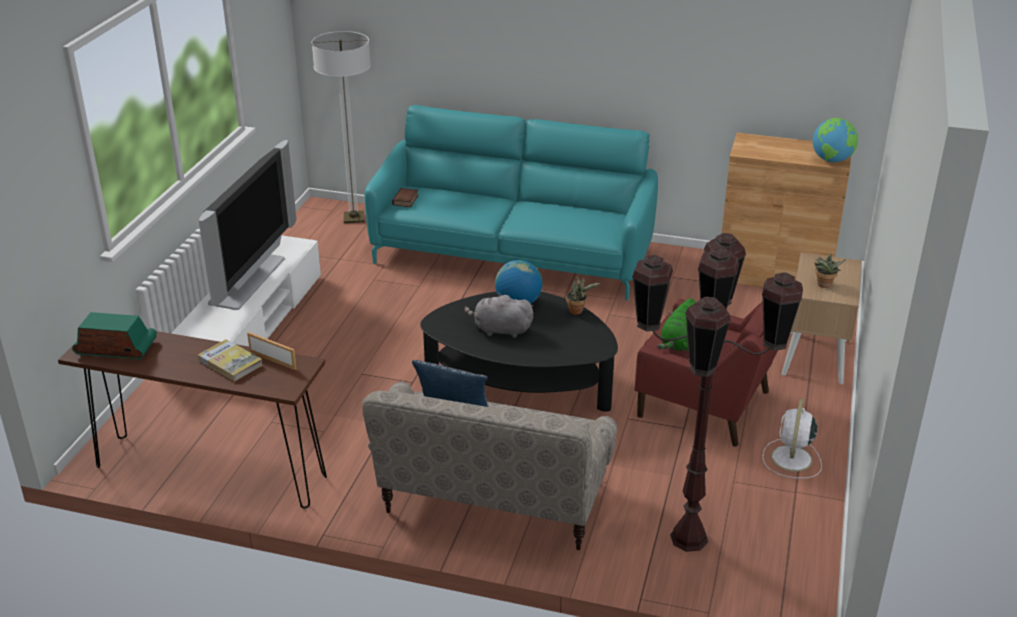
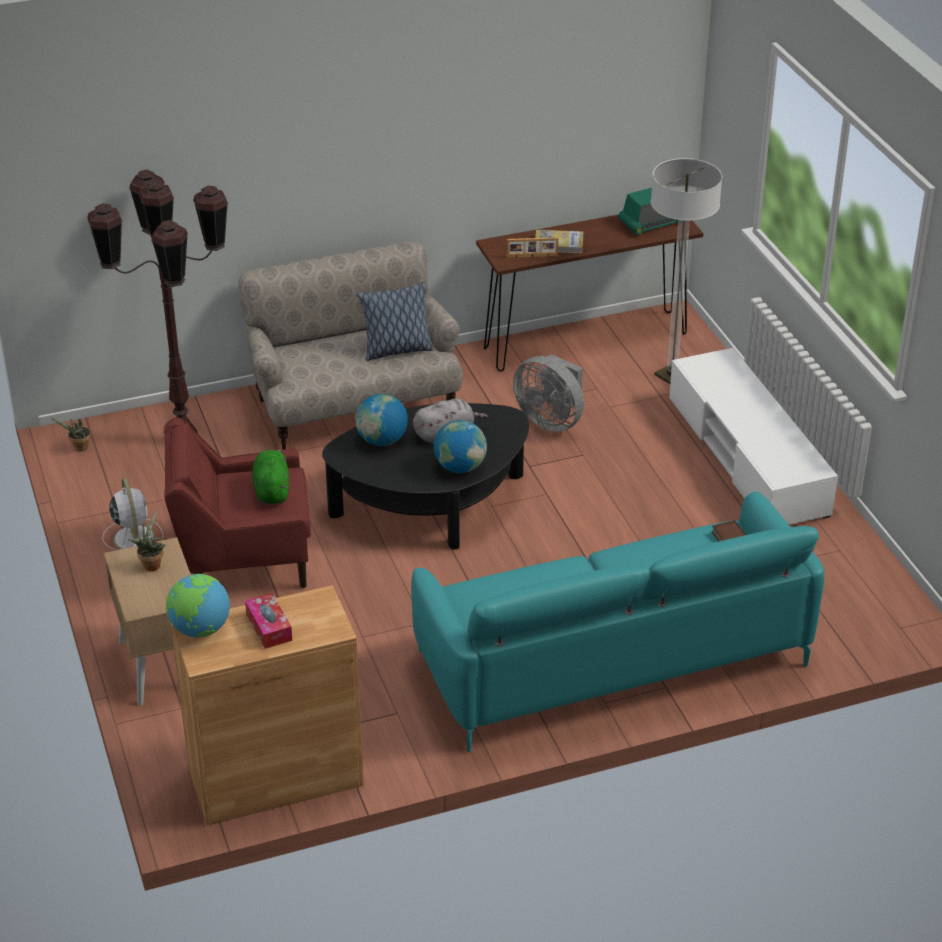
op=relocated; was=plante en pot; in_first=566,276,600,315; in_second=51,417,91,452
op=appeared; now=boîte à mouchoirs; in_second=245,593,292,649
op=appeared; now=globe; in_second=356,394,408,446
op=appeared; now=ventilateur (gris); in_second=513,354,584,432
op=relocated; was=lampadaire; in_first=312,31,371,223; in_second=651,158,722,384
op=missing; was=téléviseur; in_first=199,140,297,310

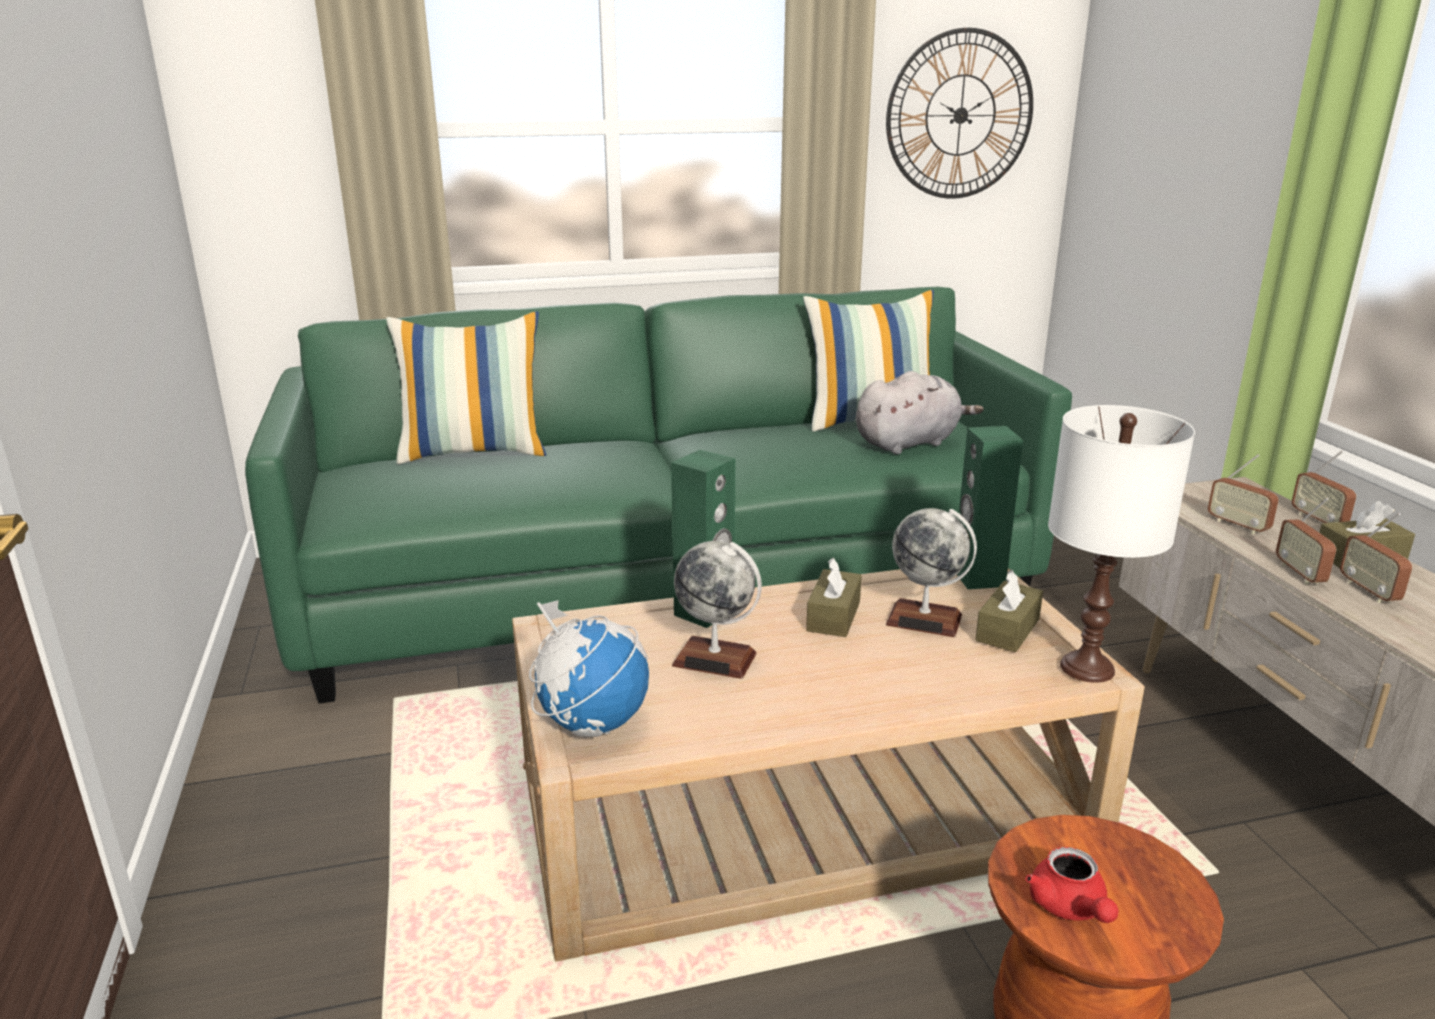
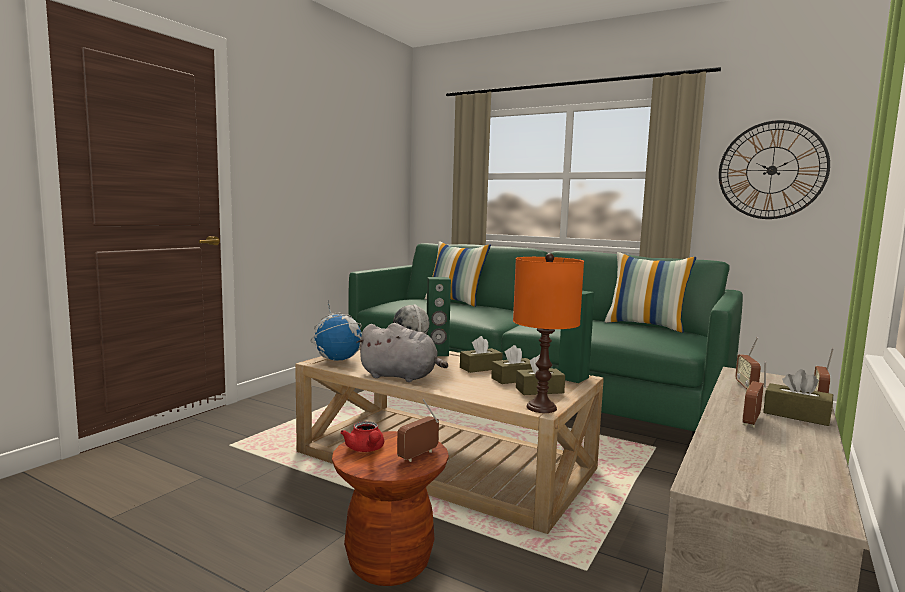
op=spun; was=théière (rouge); in_first=1025,847,1119,923; in_second=340,421,384,452; clockwise=-60
op=relocated; was=peluche (gris); in_first=856,371,983,454; in_second=356,323,448,382
op=relocated; was=radio; in_first=1276,498,1336,584; in_second=397,399,439,462
op=exchanged; was=globe; now=boîte à mouchoirs (marron); in_first=886,508,977,637; in_second=491,345,532,384
op=colour; was=lampe de table (blanc); now=lampe de table (orange); in_first=1048,405,1195,683; in_second=513,253,584,413

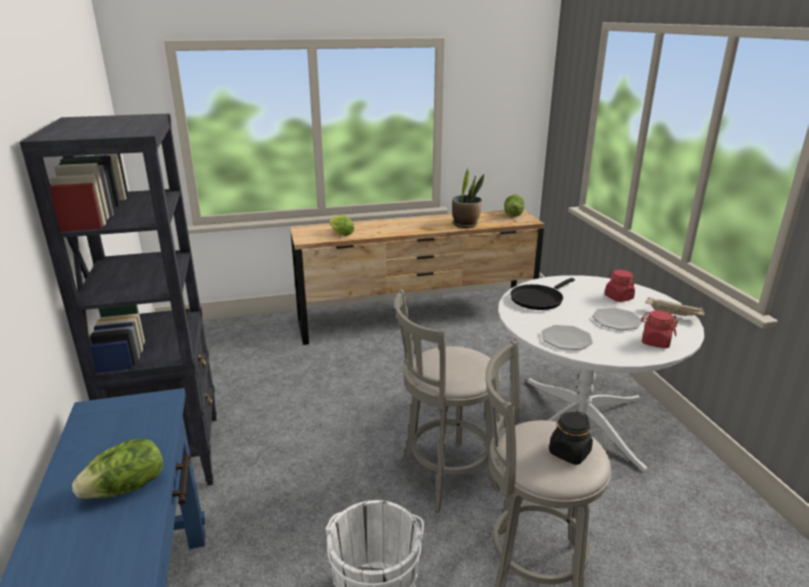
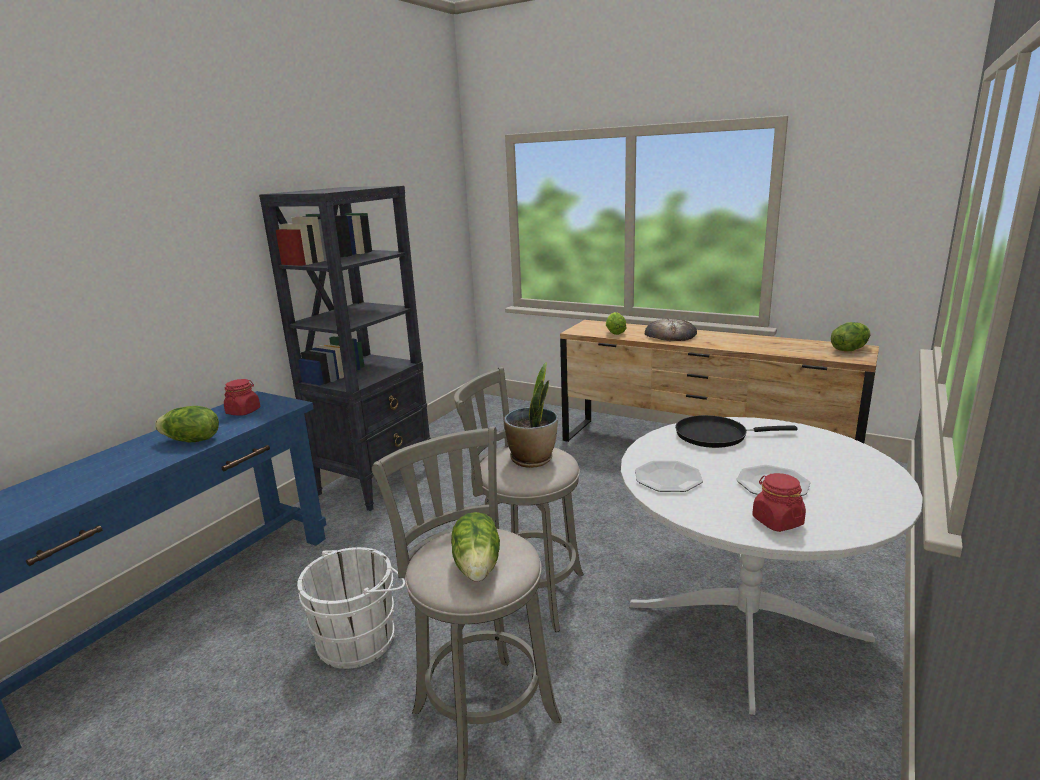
op=relocated; was=bocal (rouge); in_first=605,270,635,302; in_second=224,379,260,416
op=exchanged; was=bocal (noir); now=laitue; in_first=549,411,593,465; in_second=451,512,500,581
op=relocated; was=plante en pot; in_first=452,167,484,228; in_second=504,362,558,468
op=appeared; now=pain; in_second=645,318,697,341
op=missing; was=plateau (beige); in_first=646,297,704,316

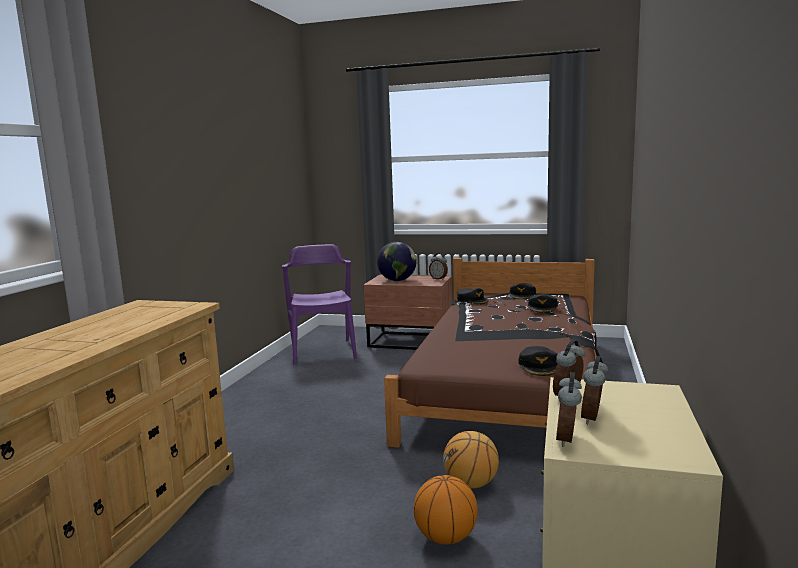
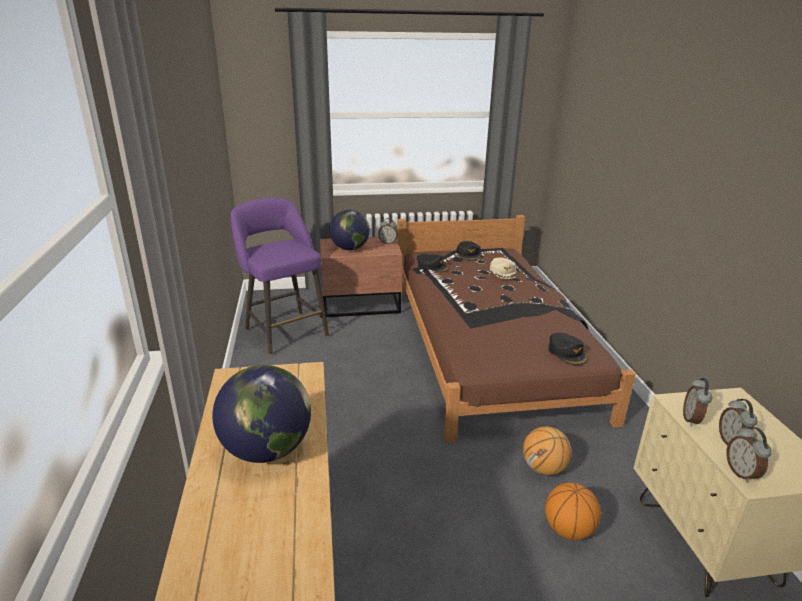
op=appeared; now=globe; in_second=212,365,311,463
op=exchanged; was=chaise (violet); now=tabouret (violet); in_first=282,244,357,366; in_second=231,198,329,355
op=colour; was=casquette (noir); now=casquette (beige); in_first=528,294,558,313; in_second=490,258,517,279

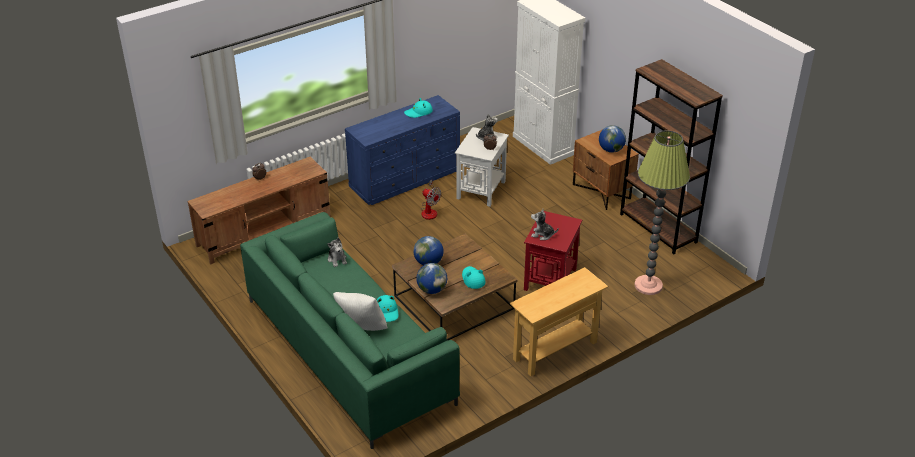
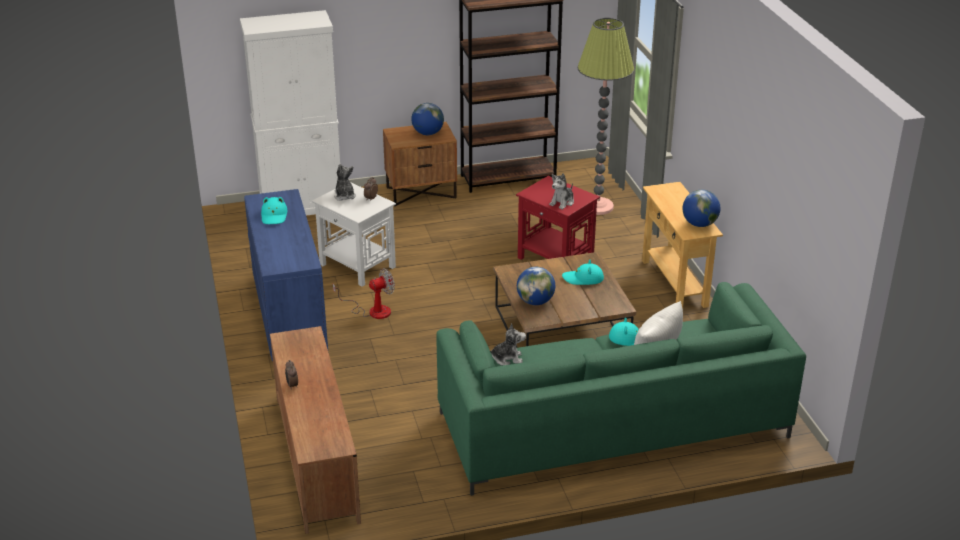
op=relocated; was=globe; in_first=416,263,447,294; in_second=682,190,720,227

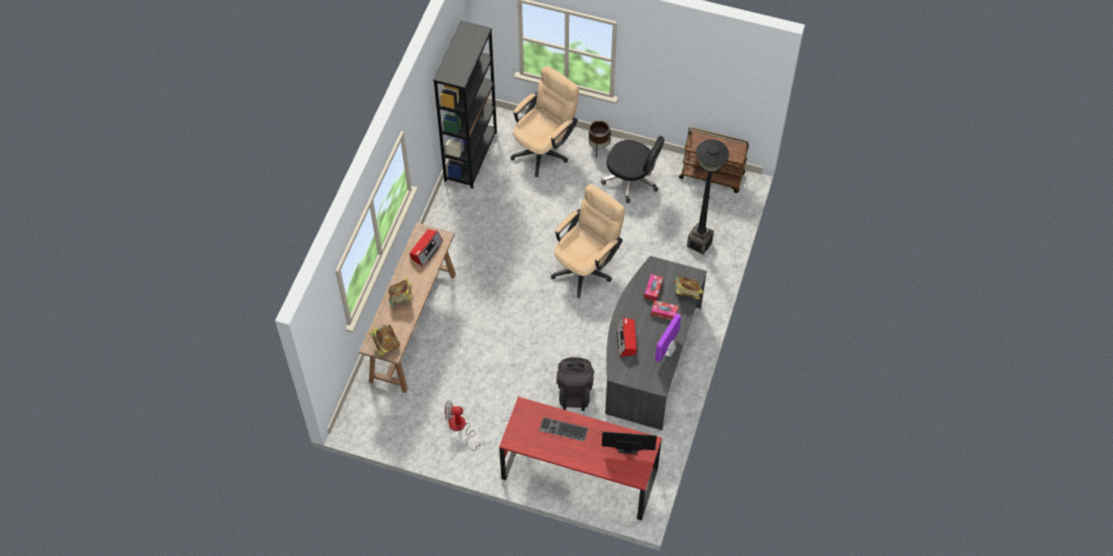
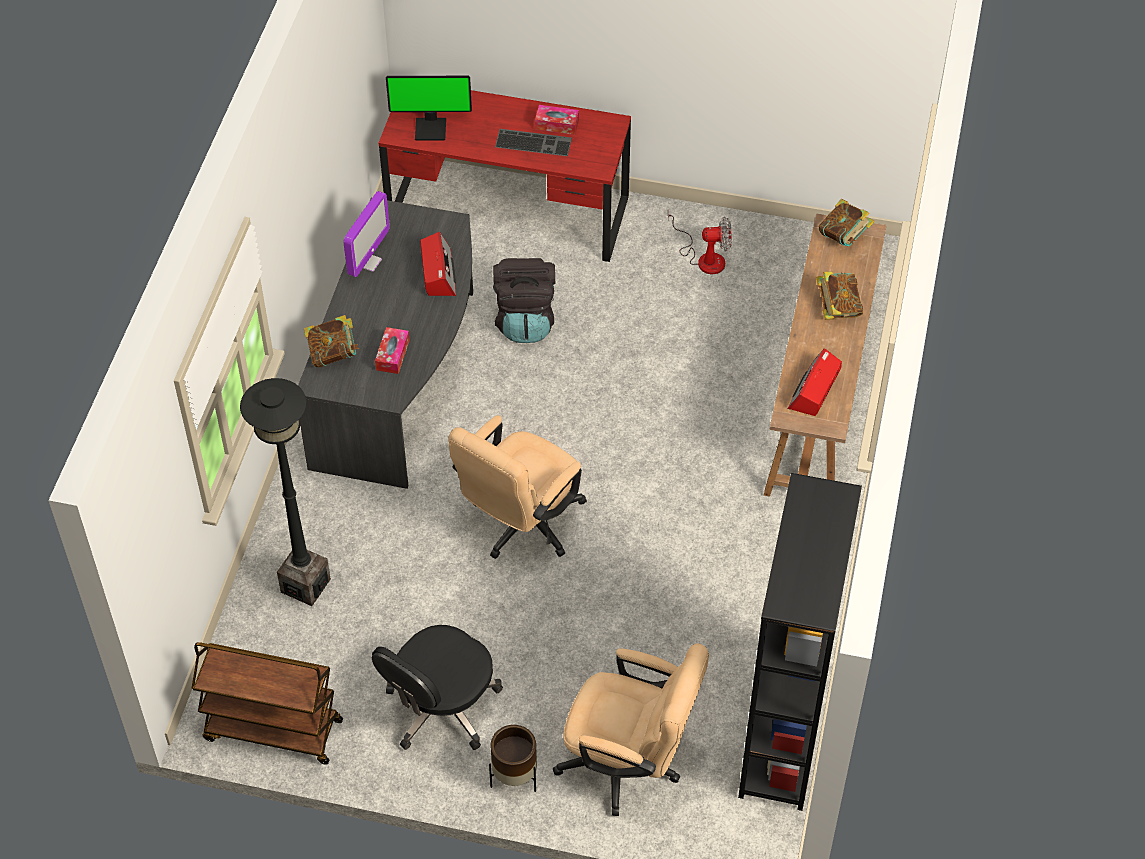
op=spun; was=chaise de bureau (noir); in_first=601,136,665,203; in_second=372,625,503,750; clockwise=-75
op=relocated; was=boîte à mouchoirs; in_first=651,300,679,320; in_second=535,105,579,135
op=spun; was=chaise de bureau (beige); in_first=510,66,579,177; in_second=553,643,709,816; clockwise=-105

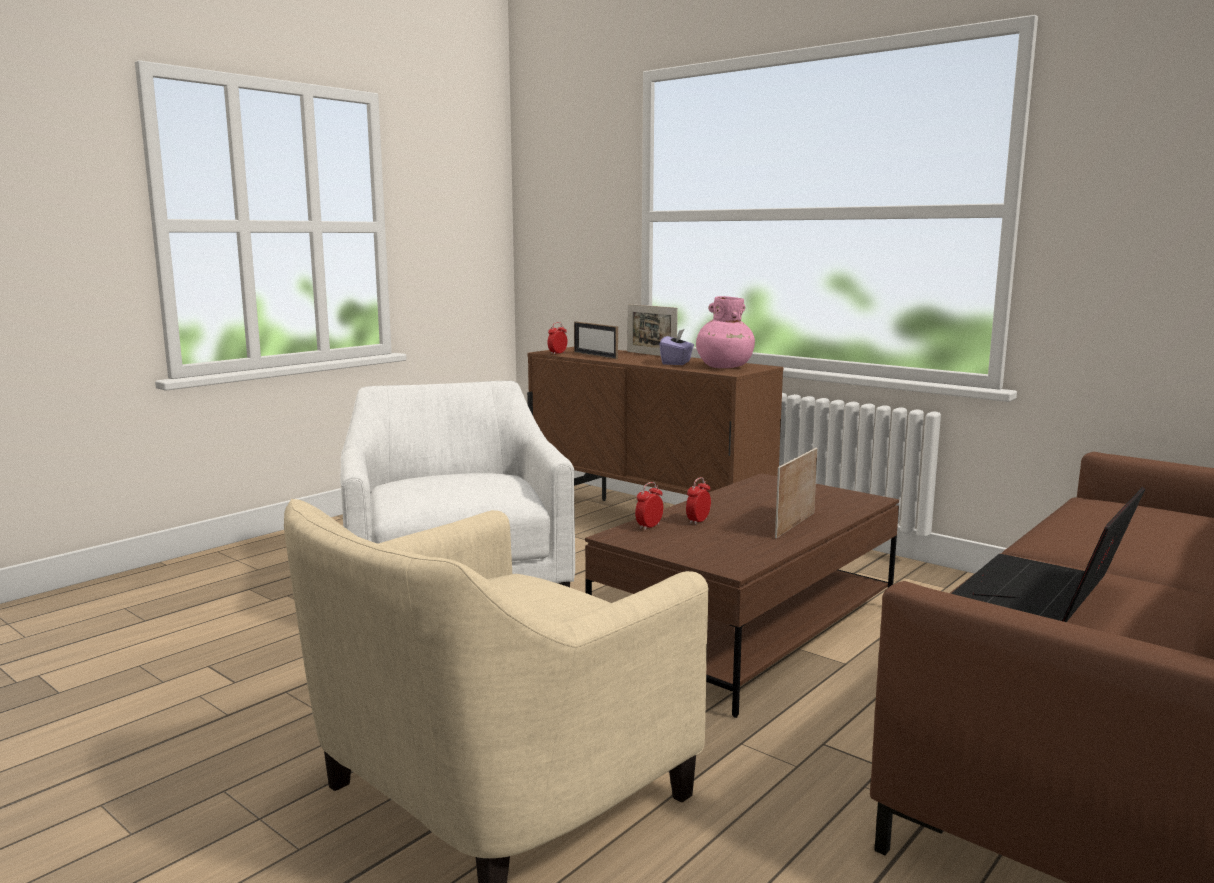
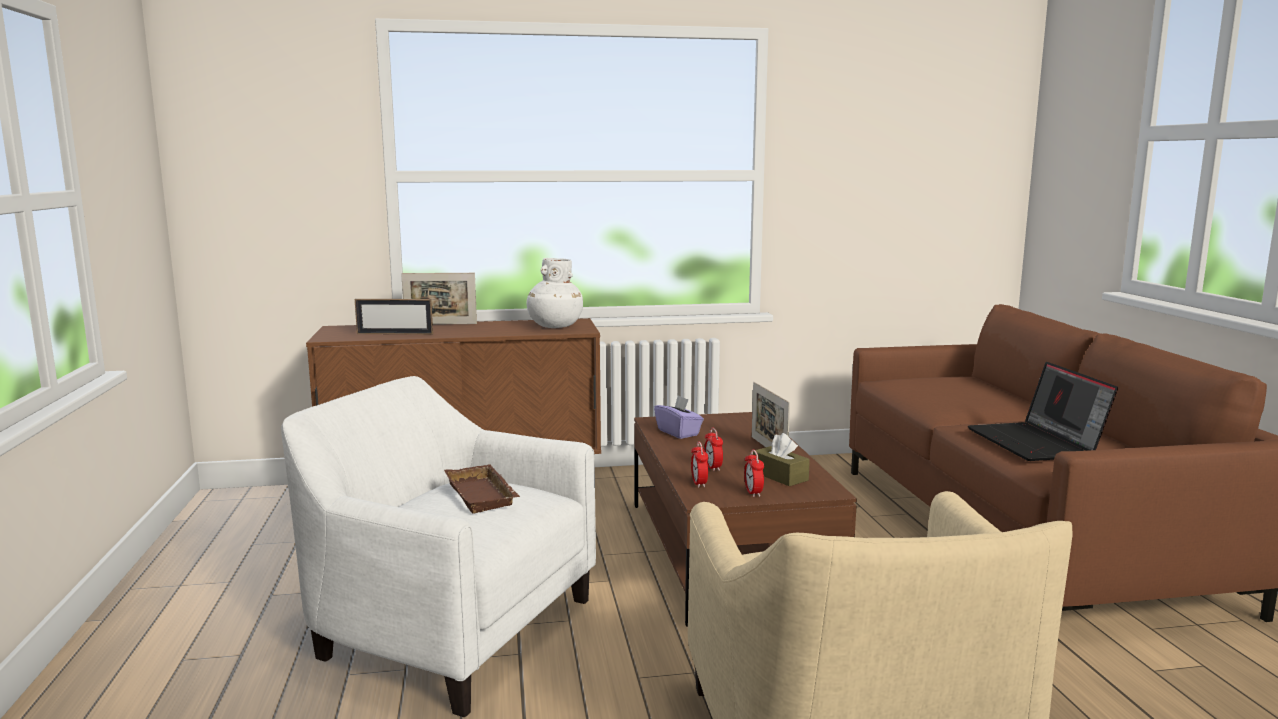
op=appeared; now=plateau (marron); in_second=444,464,520,514
op=colour; was=vase (rose); now=vase (blanc); in_first=696,296,755,368; in_second=527,258,583,328
op=relocated; was=boîte à mouchoirs (violet); in_first=659,329,694,365; in_second=654,395,704,439
op=relocated; was=réveil; in_first=547,322,568,355; in_second=744,449,764,497
op=appeared; now=boîte à mouchoirs (marron); in_second=753,433,810,486

